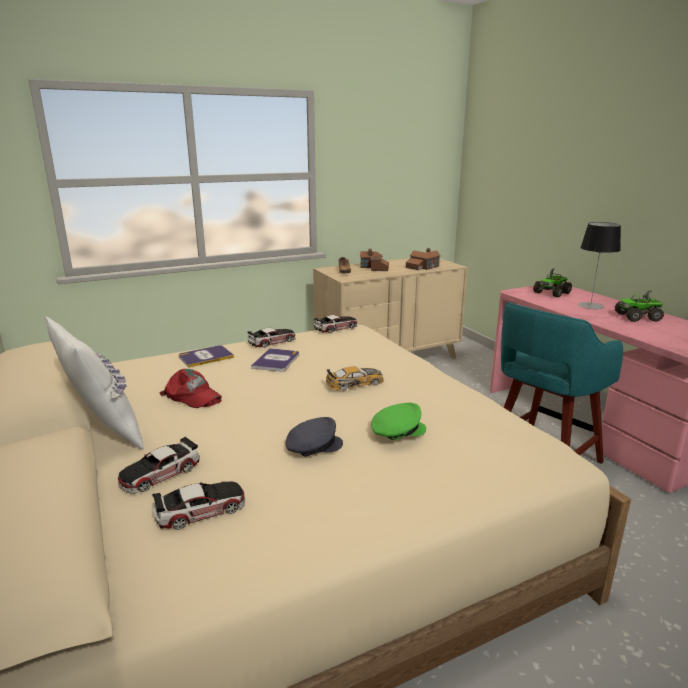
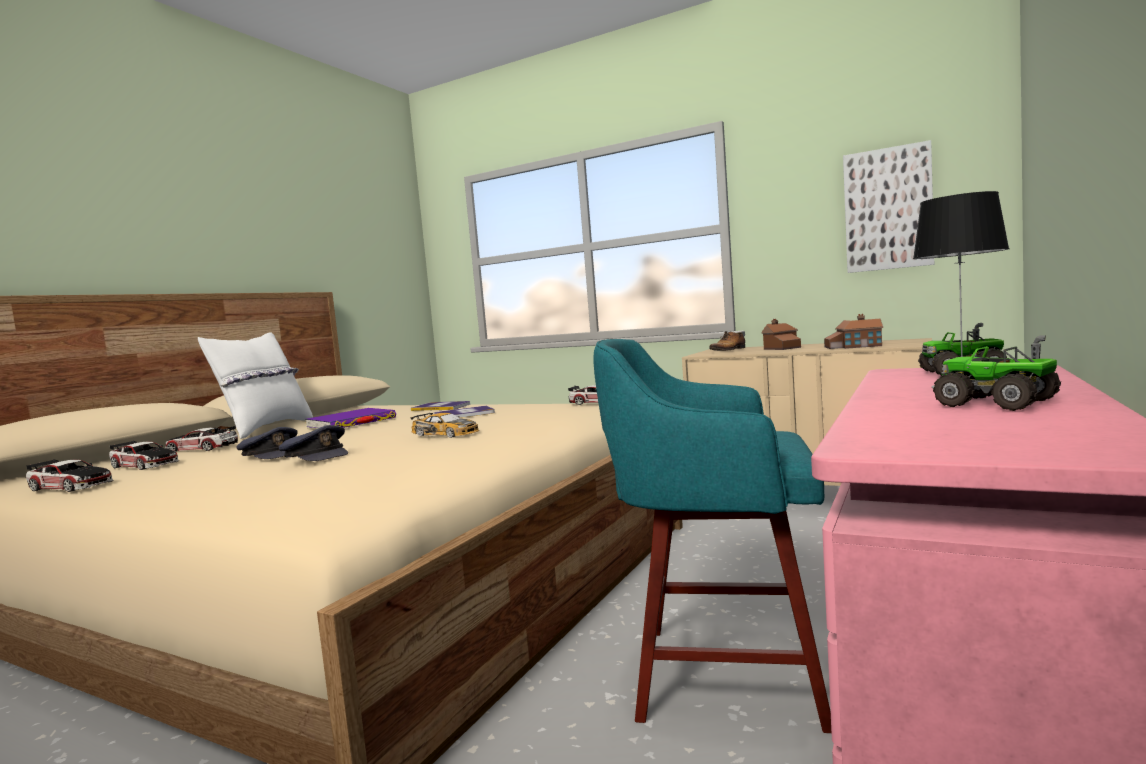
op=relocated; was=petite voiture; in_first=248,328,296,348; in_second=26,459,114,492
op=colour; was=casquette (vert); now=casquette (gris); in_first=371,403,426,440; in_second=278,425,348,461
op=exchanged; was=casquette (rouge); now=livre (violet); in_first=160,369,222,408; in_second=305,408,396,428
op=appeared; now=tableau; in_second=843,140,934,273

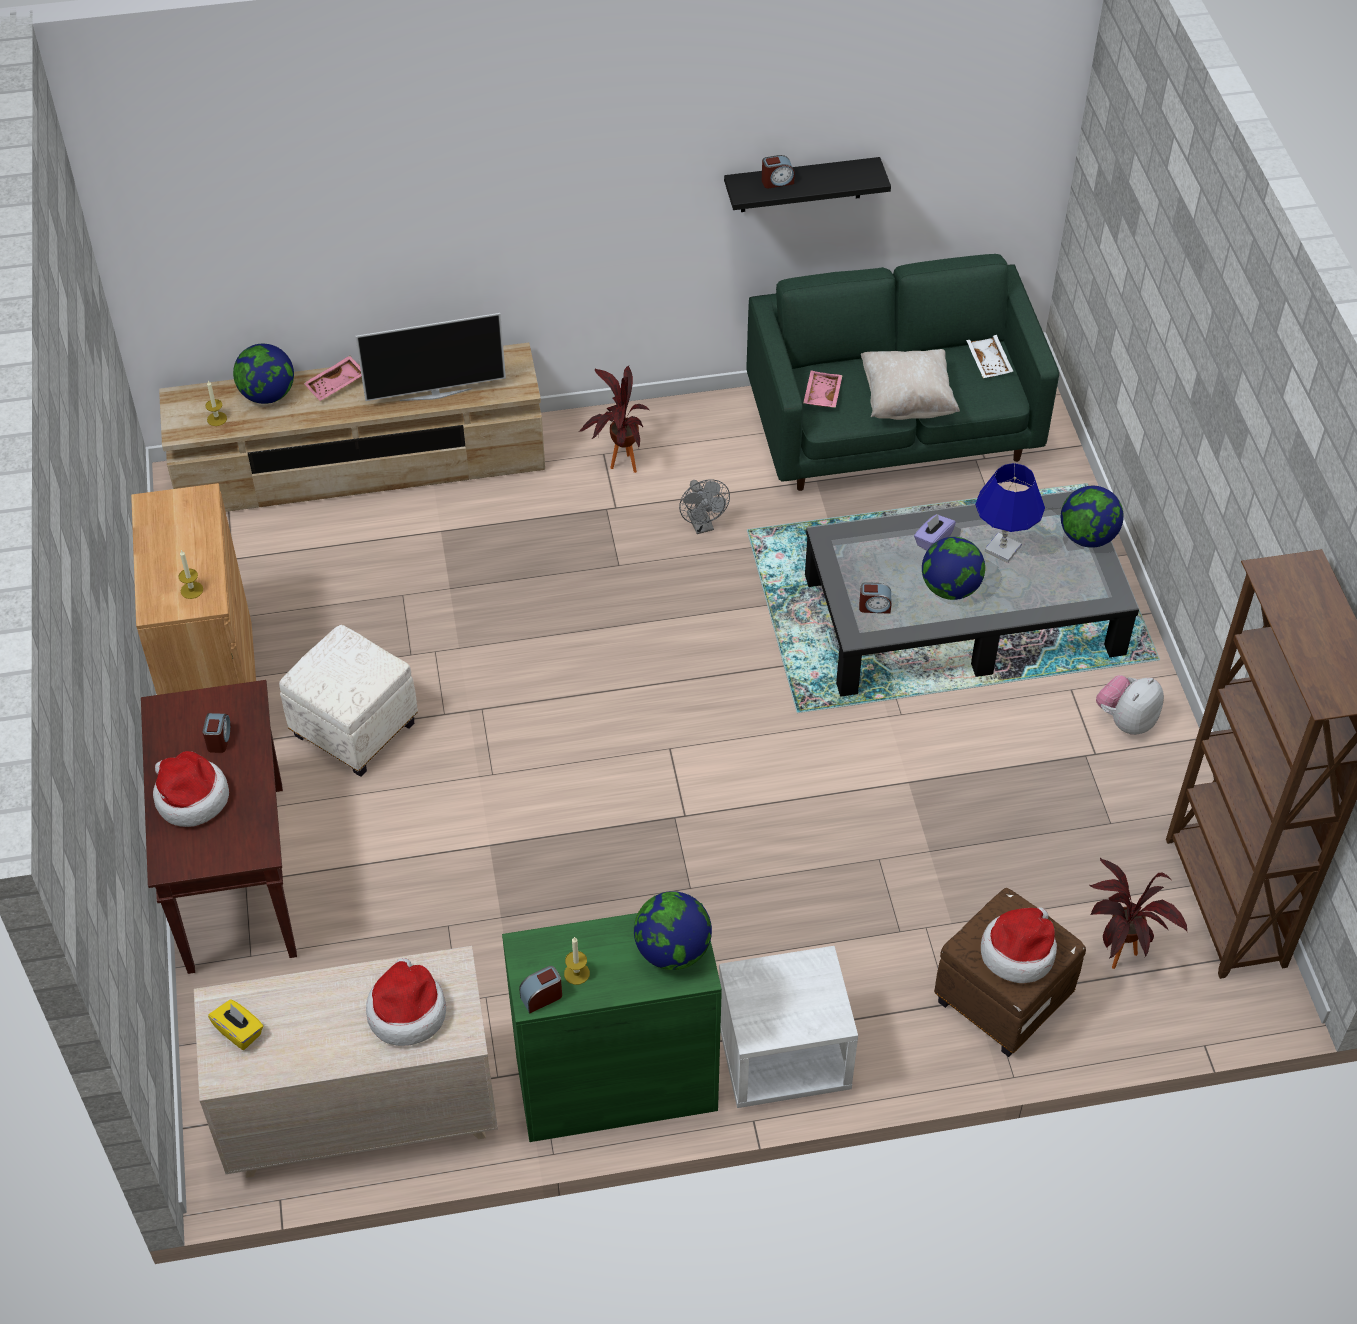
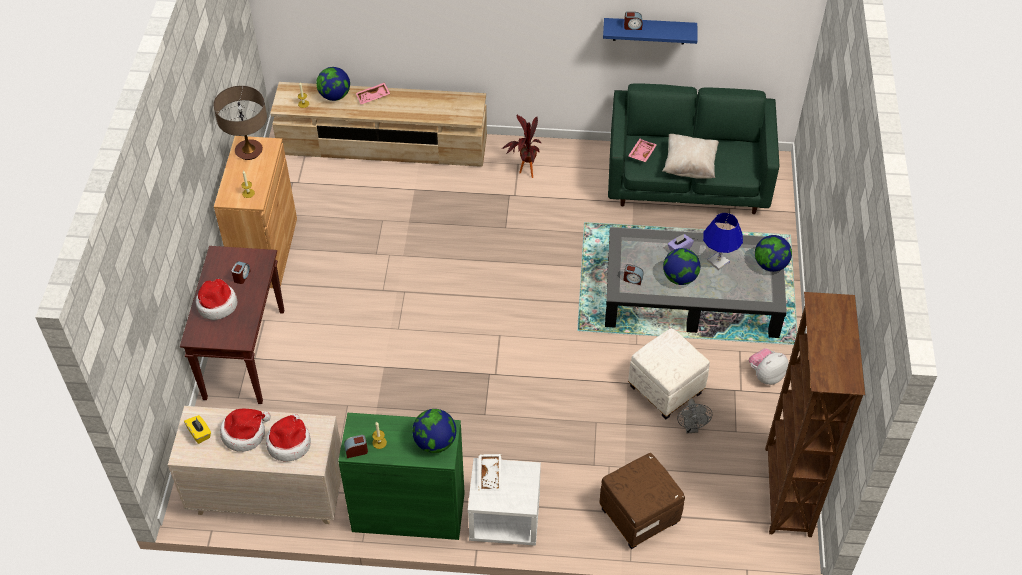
op=appeared; now=lampe de table; in_second=213,86,267,160
op=relocated; was=chapeau; in_first=981,907,1057,983; in_second=220,409,271,452
op=relocated; was=plateau (blanc); in_first=966,335,1014,378; in_second=479,454,502,491
op=colour; was=étagère (noir); now=étagère (bleu); in_first=724,157,891,212; in_second=603,18,698,44
op=relocated; was=pouf (blanc); in_first=279,625,418,777; in_second=628,328,710,419
op=relocated; was=ventilateur (gris); in_first=679,480,730,534; in_second=677,399,712,433
op=missing; was=téléviseur; in_first=355,313,506,401
op=missing; was=plante en pot; in_first=1090,858,1187,969

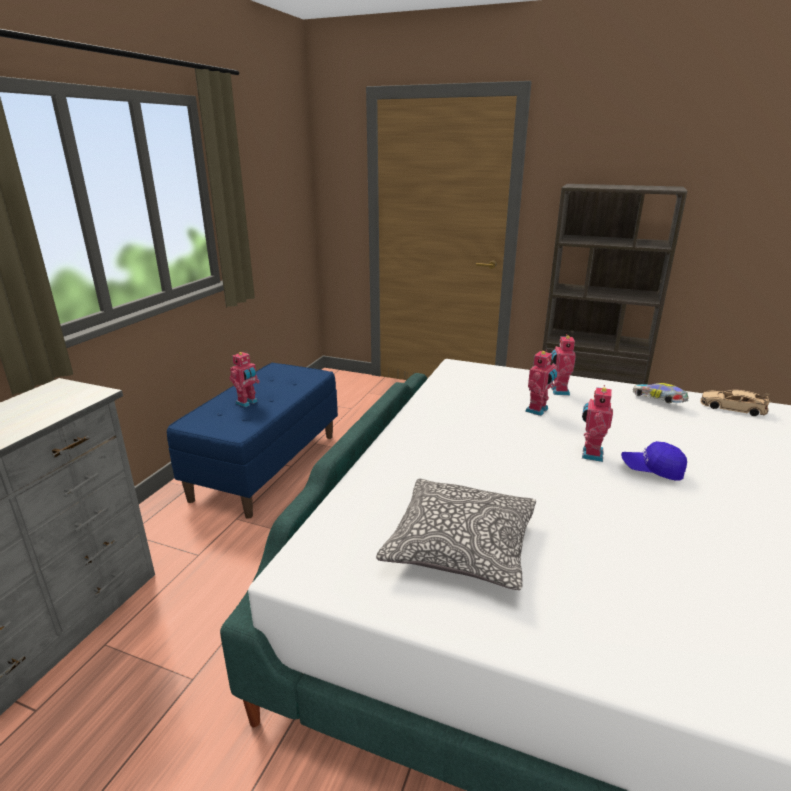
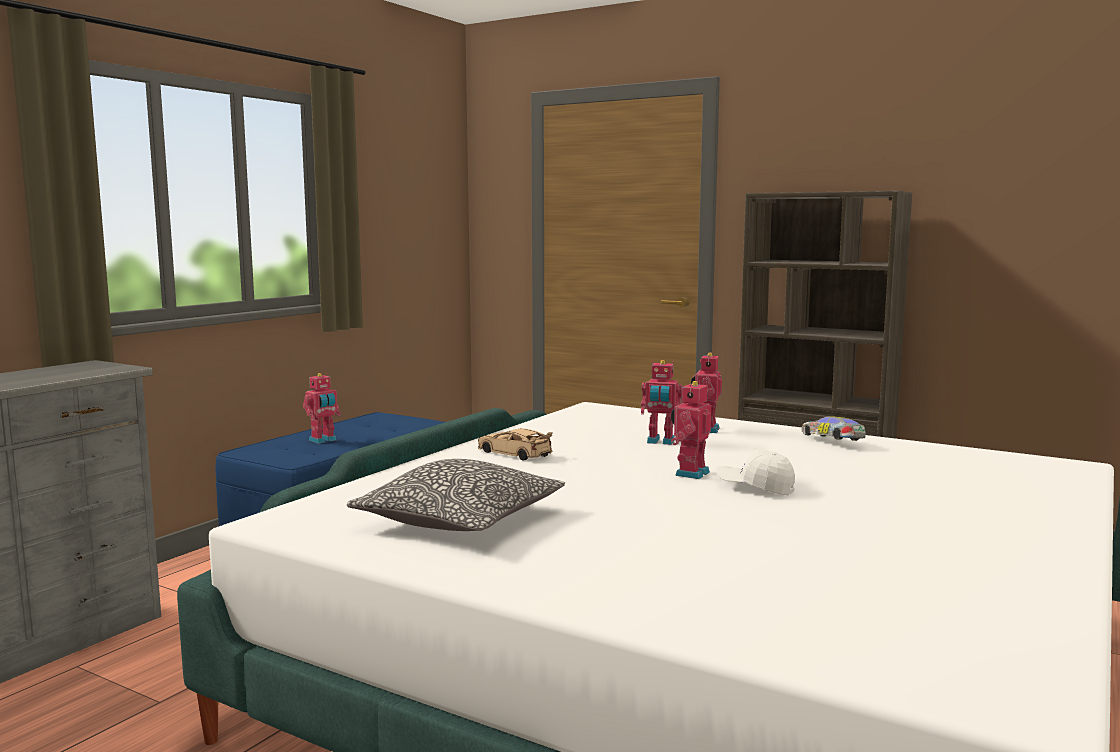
op=relocated; was=petite voiture (beige); in_first=701,390,771,416; in_second=477,428,553,461
op=spun; was=robot jouet; in_first=525,350,557,416; in_second=641,360,683,445; clockwise=60
op=colour; was=casquette (bleu); now=casquette (blanc); in_first=621,441,687,481; in_second=716,449,795,495

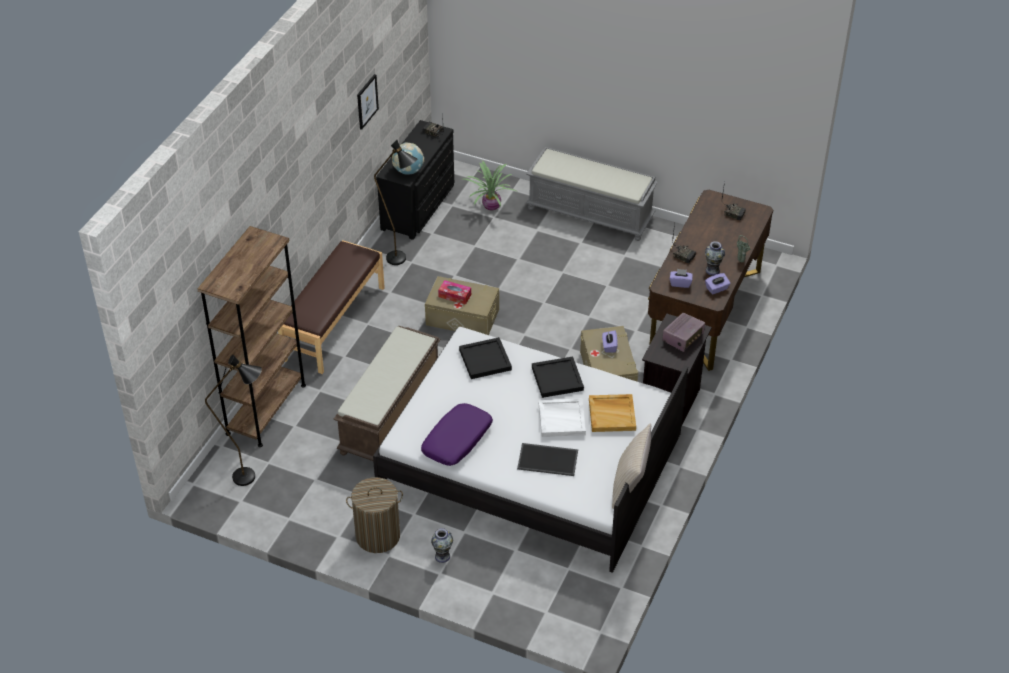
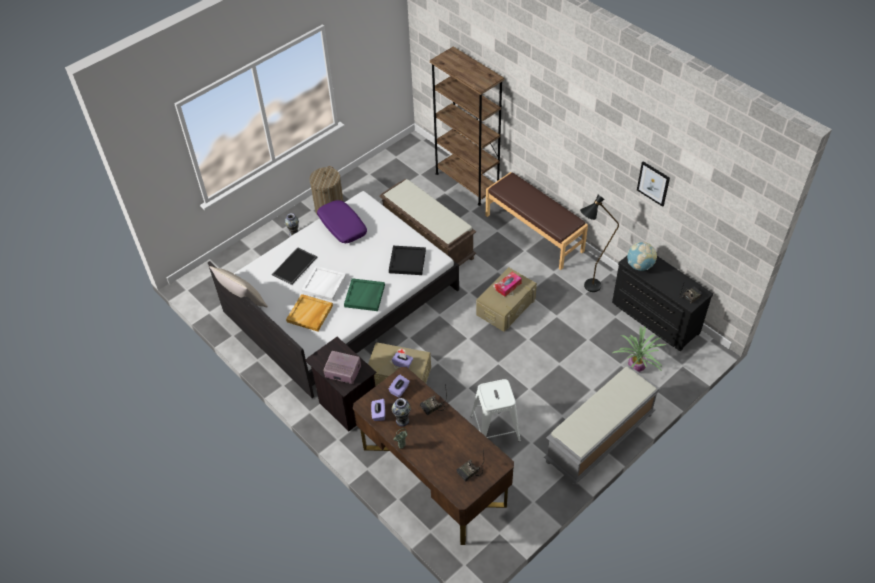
op=spun; was=radio; in_first=662,313,705,352; in_second=323,351,361,384; clockwise=135
op=colour; was=plateau (noir); now=plateau (vert); in_first=532,356,584,398; in_second=344,278,385,311
op=appeared; now=tabouret (blanc); in_second=470,379,521,442
op=missing; was=lampadaire (noir); in_first=205,355,262,486

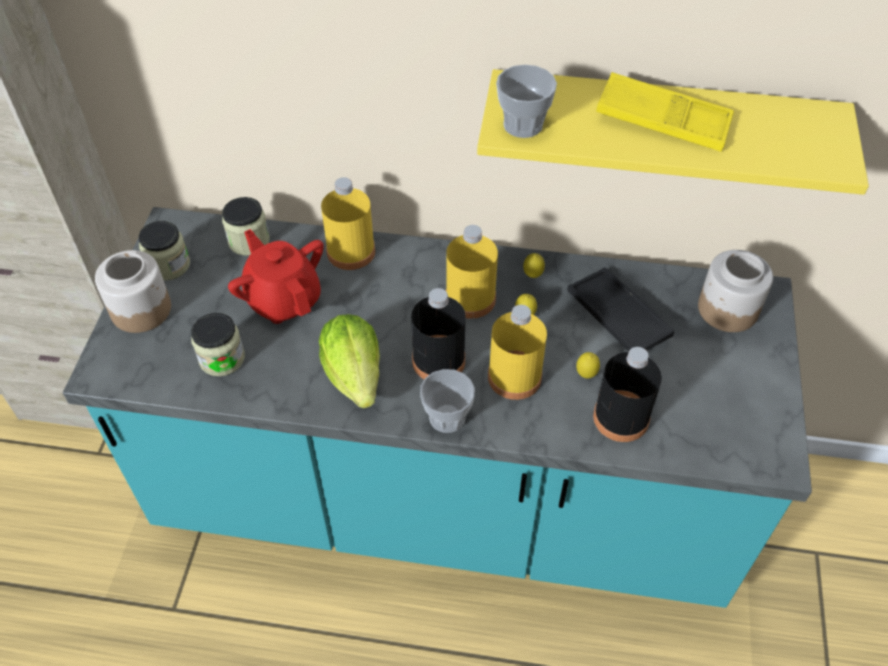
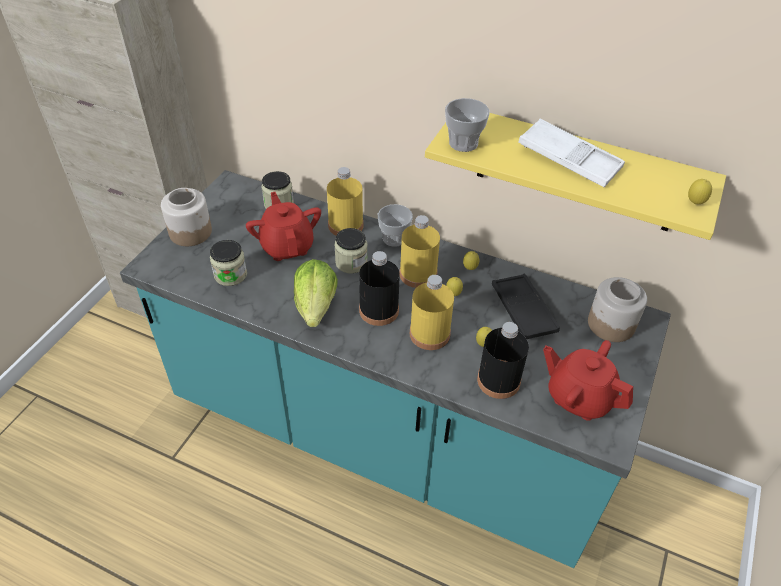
op=relocated; was=bocal; in_first=139,221,190,281; in_second=334,228,368,274
op=relocated; was=tasse; in_first=420,369,475,433; in_second=378,204,413,247
op=colour; was=plateau (jaune); now=plateau (blanc); in_first=596,72,734,152; in_second=518,119,625,187
op=appeared; now=théière (rouge); in_second=543,340,633,421
op=appeared; now=citron; in_second=688,179,712,204

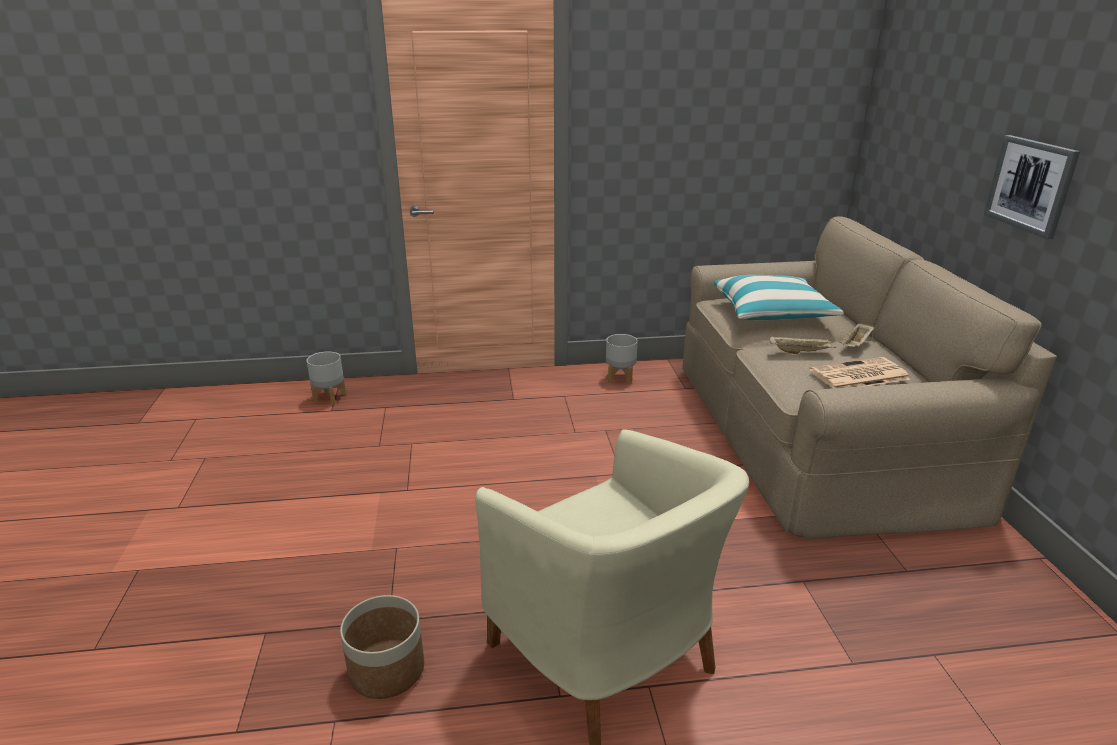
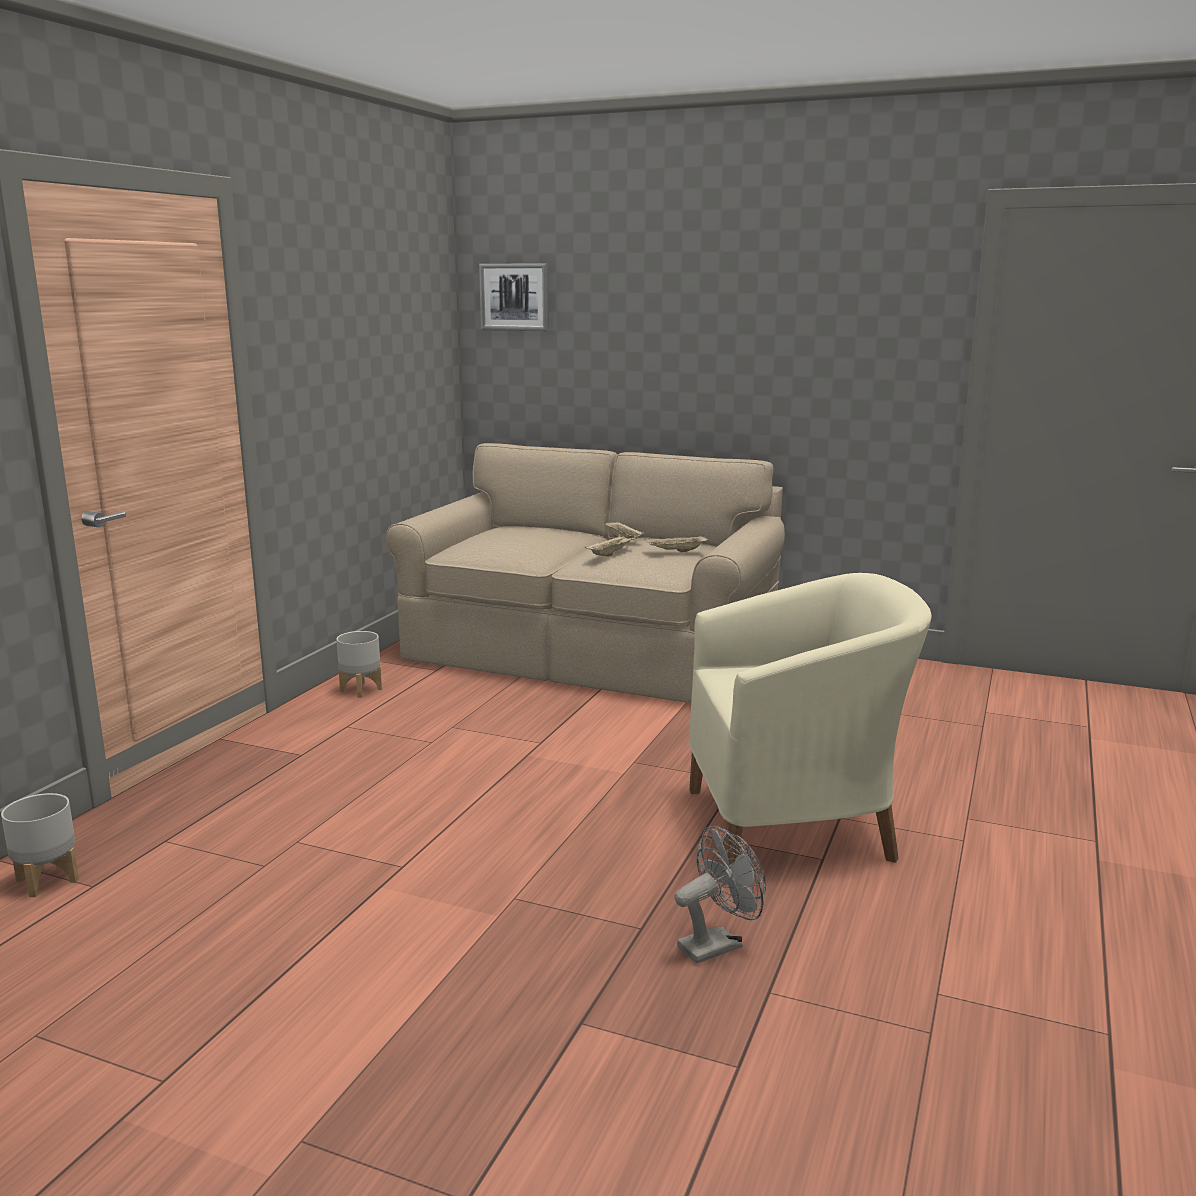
op=relocated; was=tableau; in_first=984,135,1080,239; in_second=479,263,549,331
op=exchanged; was=journal; now=plateau (beige); in_first=810,357,910,388; in_second=644,535,708,552
op=exchanged; was=cache-pot; now=ventilateur (gris); in_first=340,595,424,699; in_second=674,826,766,964
op=missing; was=coussin; in_first=714,275,844,320

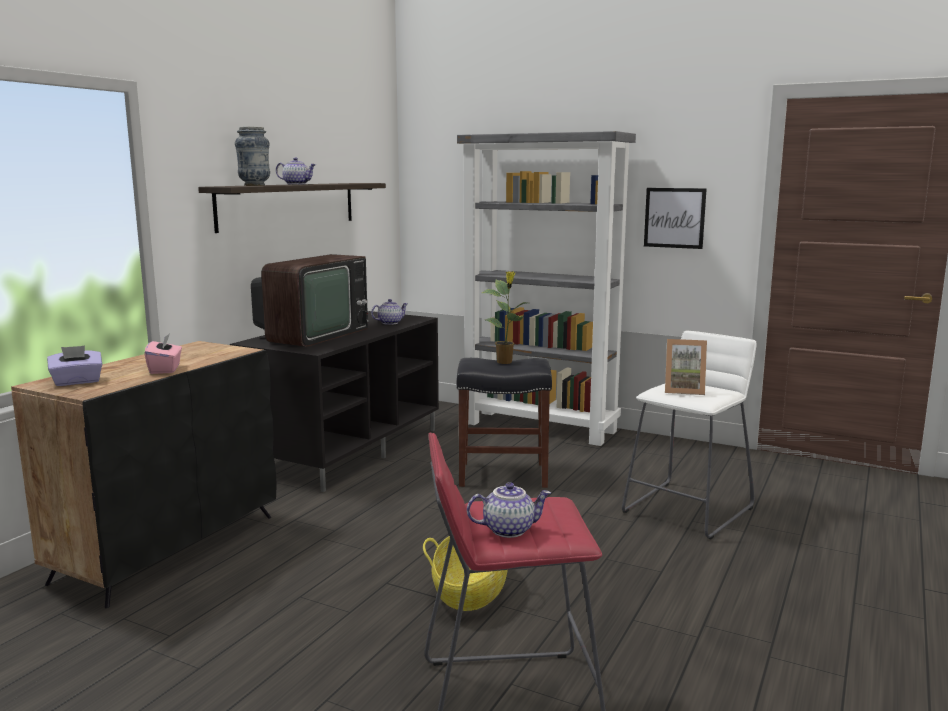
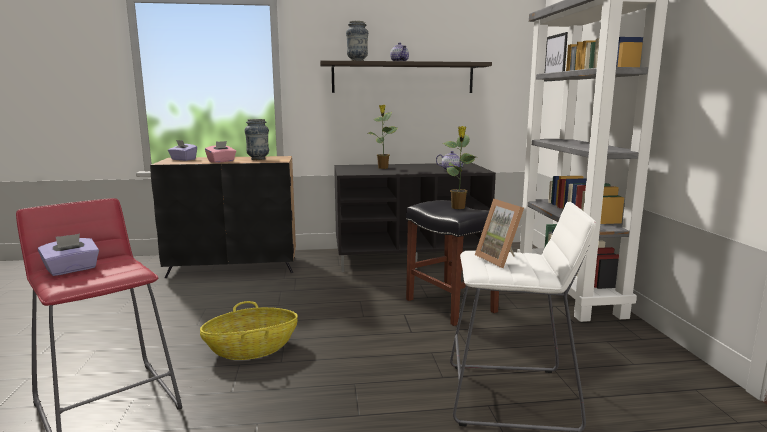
op=exchanged; was=théière; now=boîte à mouchoirs (violet); in_first=467,482,551,538; in_second=38,233,99,276
op=appeared; now=vase; in_second=244,119,269,160
op=exchanged; was=téléviseur; now=plante en pot; in_first=251,254,369,347; in_second=367,105,398,169
op=relocated; was=tableau; in_first=644,188,707,249; in_second=544,32,568,82

